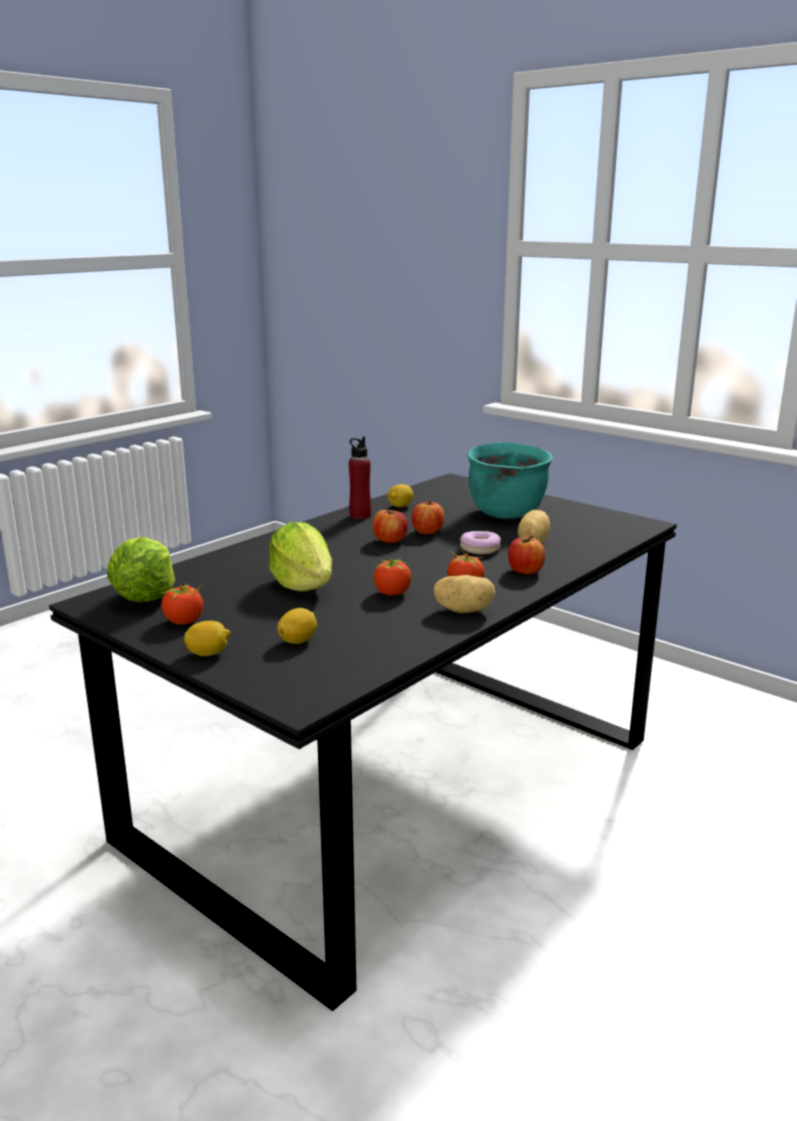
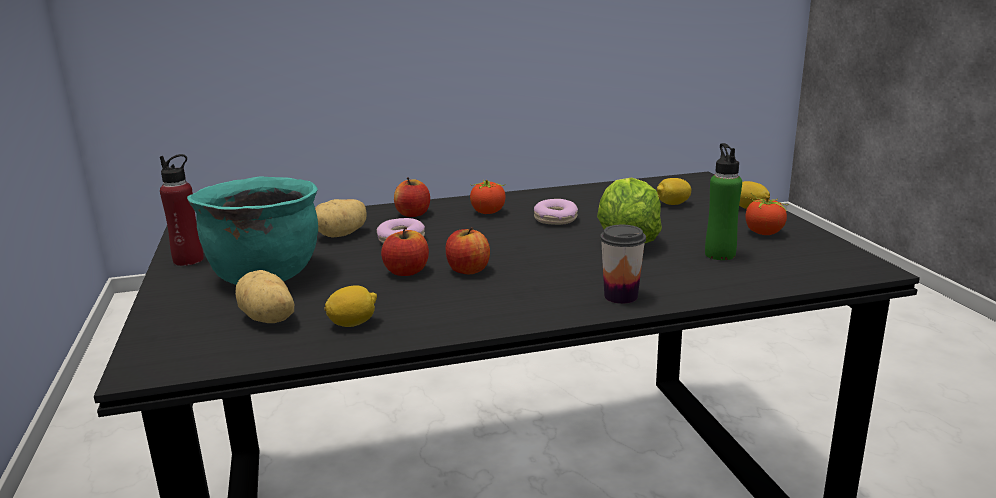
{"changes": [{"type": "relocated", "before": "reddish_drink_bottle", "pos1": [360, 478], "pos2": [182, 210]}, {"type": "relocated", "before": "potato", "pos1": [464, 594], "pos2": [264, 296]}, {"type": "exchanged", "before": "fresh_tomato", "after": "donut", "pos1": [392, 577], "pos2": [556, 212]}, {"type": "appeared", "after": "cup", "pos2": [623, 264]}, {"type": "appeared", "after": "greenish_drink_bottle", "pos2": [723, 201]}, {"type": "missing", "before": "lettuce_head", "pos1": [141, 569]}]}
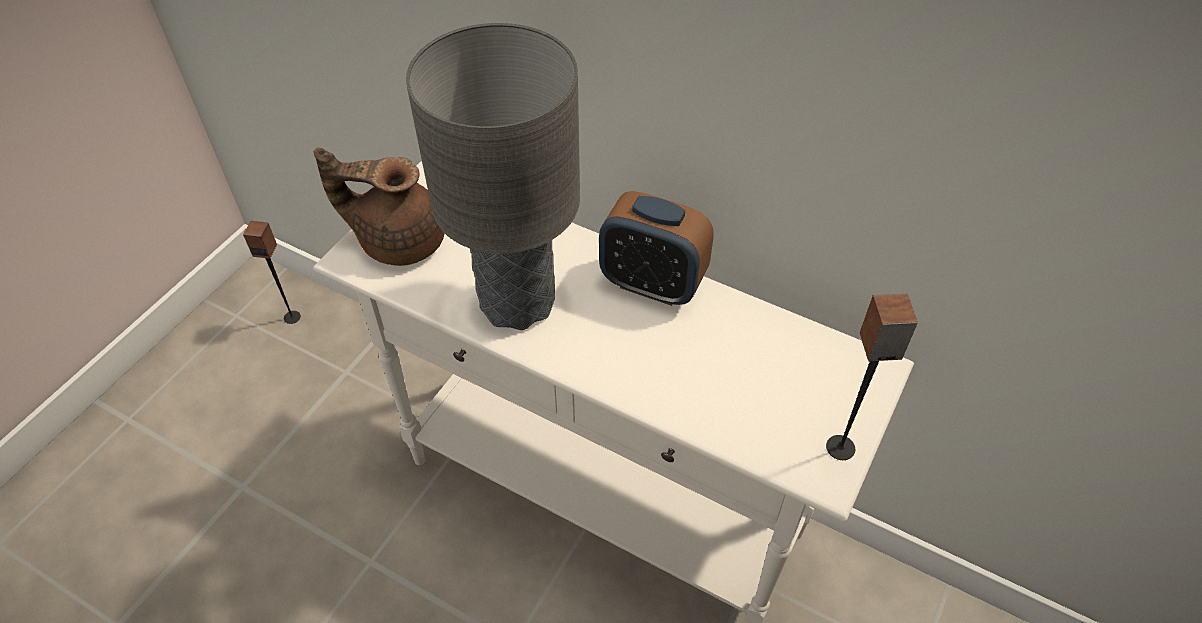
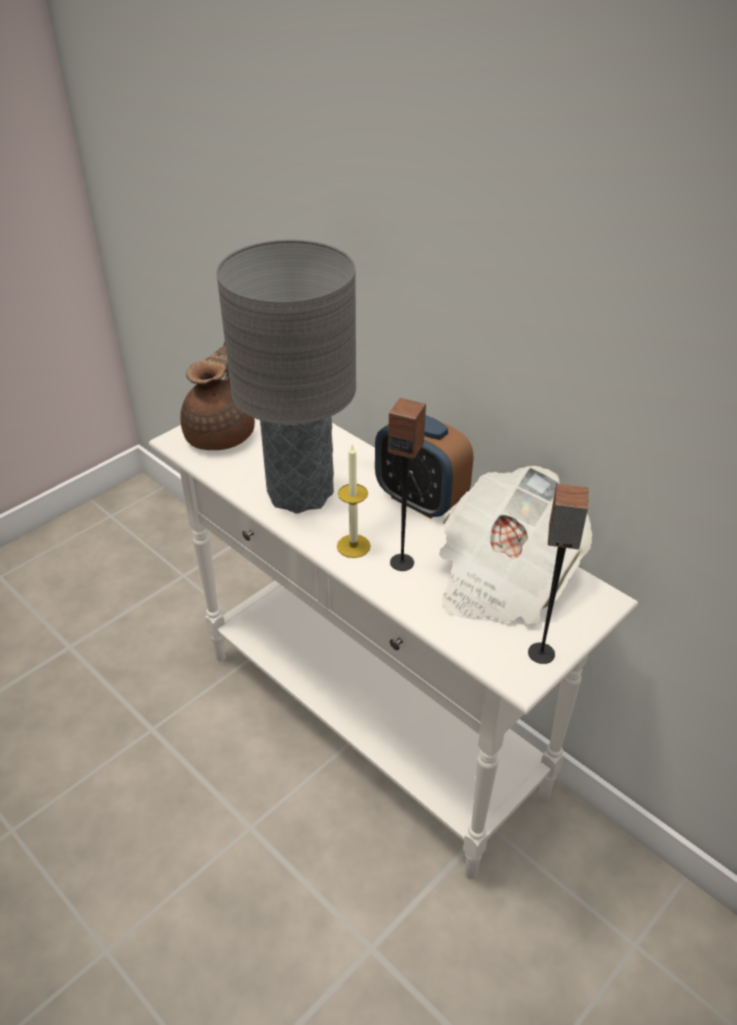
{"changes": [{"type": "spun", "before": "brownish_tea_pot", "pos1": [379, 206], "pos2": [217, 395], "turn": 90}, {"type": "appeared", "after": "wax_candle", "pos2": [354, 501]}, {"type": "relocated", "before": "loudspeaker", "pos1": [272, 272], "pos2": [407, 484]}, {"type": "appeared", "after": "daily_paper", "pos2": [515, 545]}]}
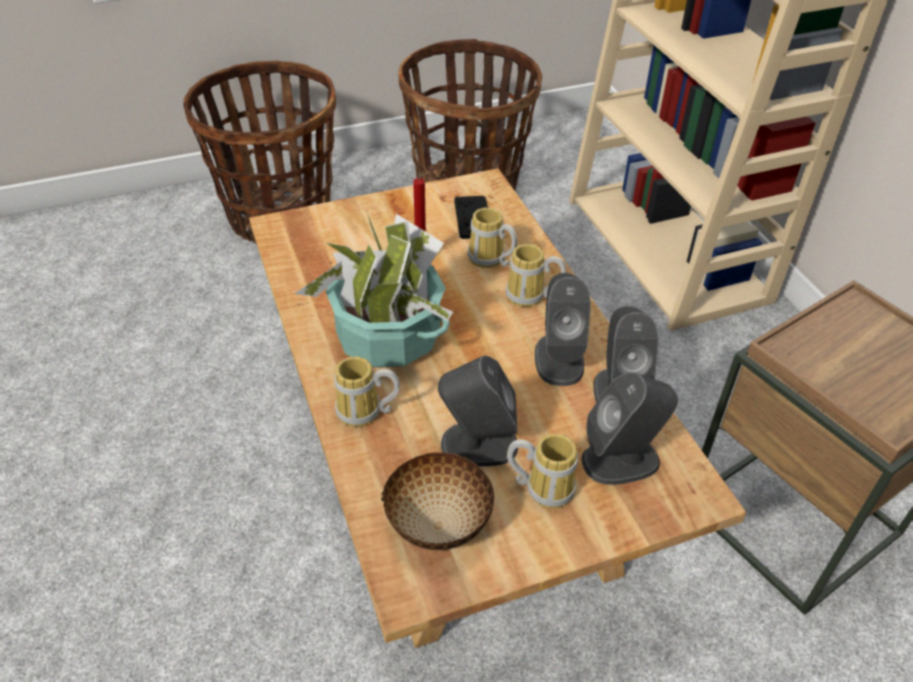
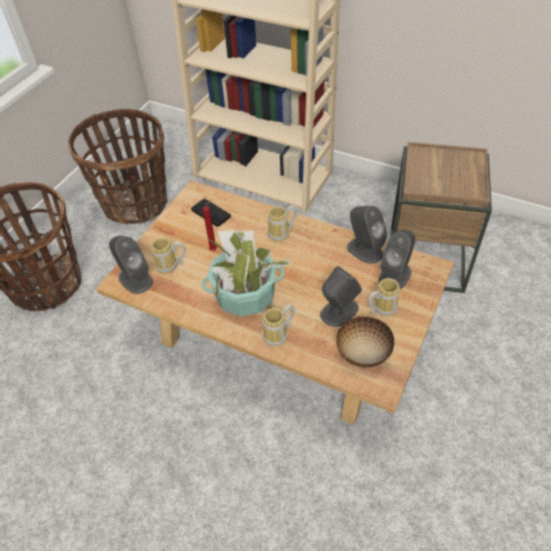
{"changes": [{"type": "relocated", "before": "grey_loudspeaker", "pos1": [563, 329], "pos2": [131, 265]}, {"type": "relocated", "before": "coffee_mug", "pos1": [492, 237], "pos2": [168, 256]}]}
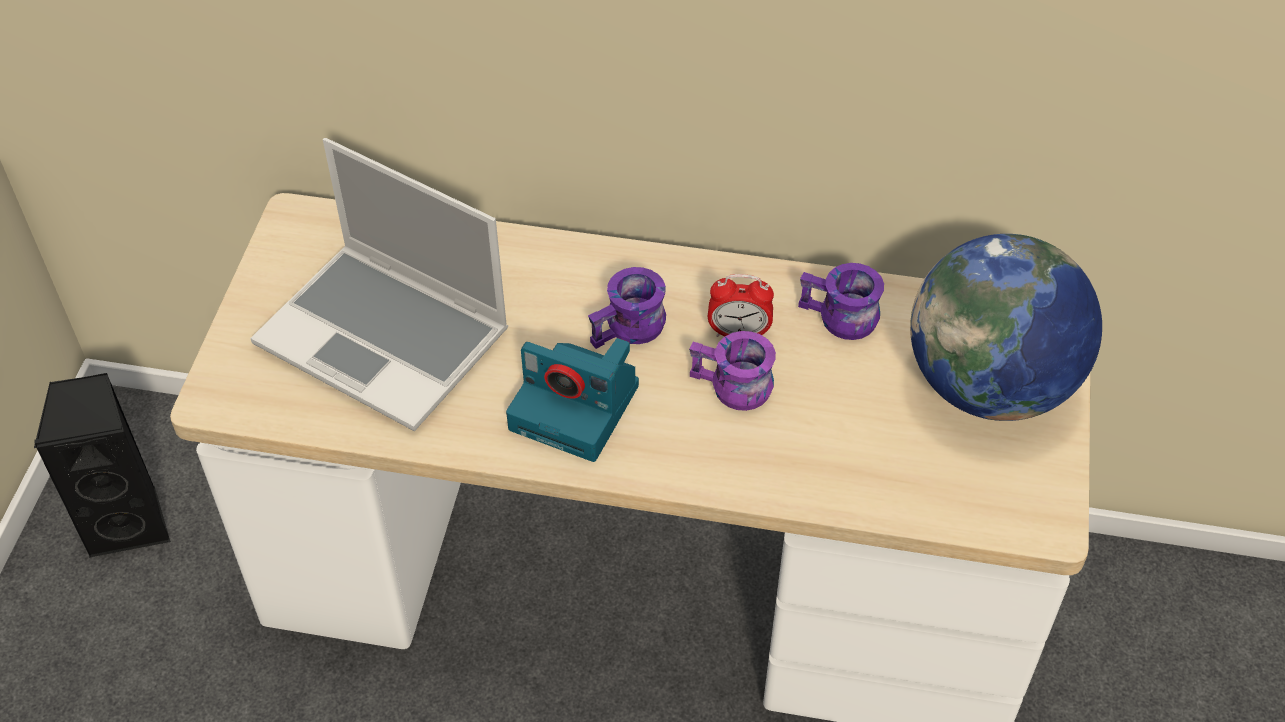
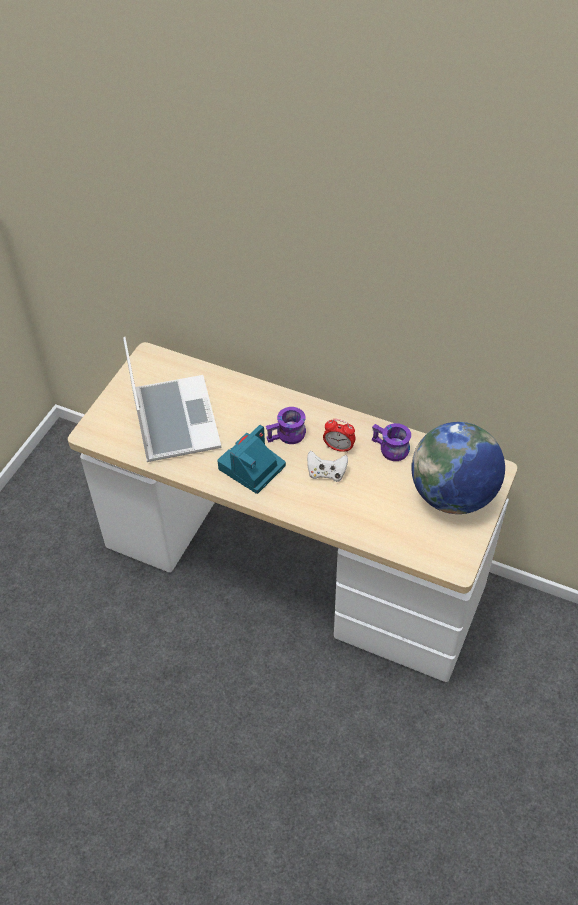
{"changes": [{"type": "spun", "before": "laptop", "pos1": [379, 285], "pos2": [172, 399], "turn": -150}, {"type": "spun", "before": "photo_camera", "pos1": [572, 400], "pos2": [251, 459], "turn": 90}, {"type": "exchanged", "before": "purple_coffee_mug", "after": "white-coloured_gamepad", "pos1": [732, 371], "pos2": [327, 466]}, {"type": "missing", "before": "blackish_loudspeaker", "pos1": [102, 465]}]}
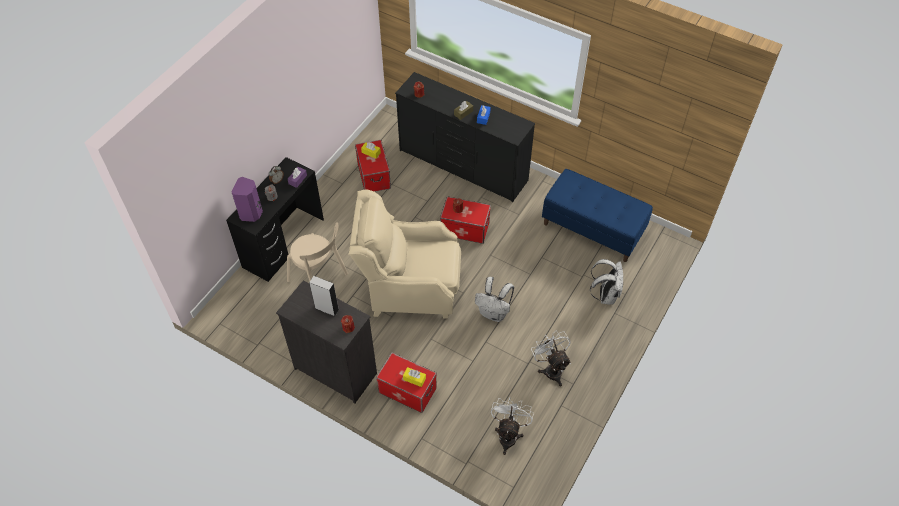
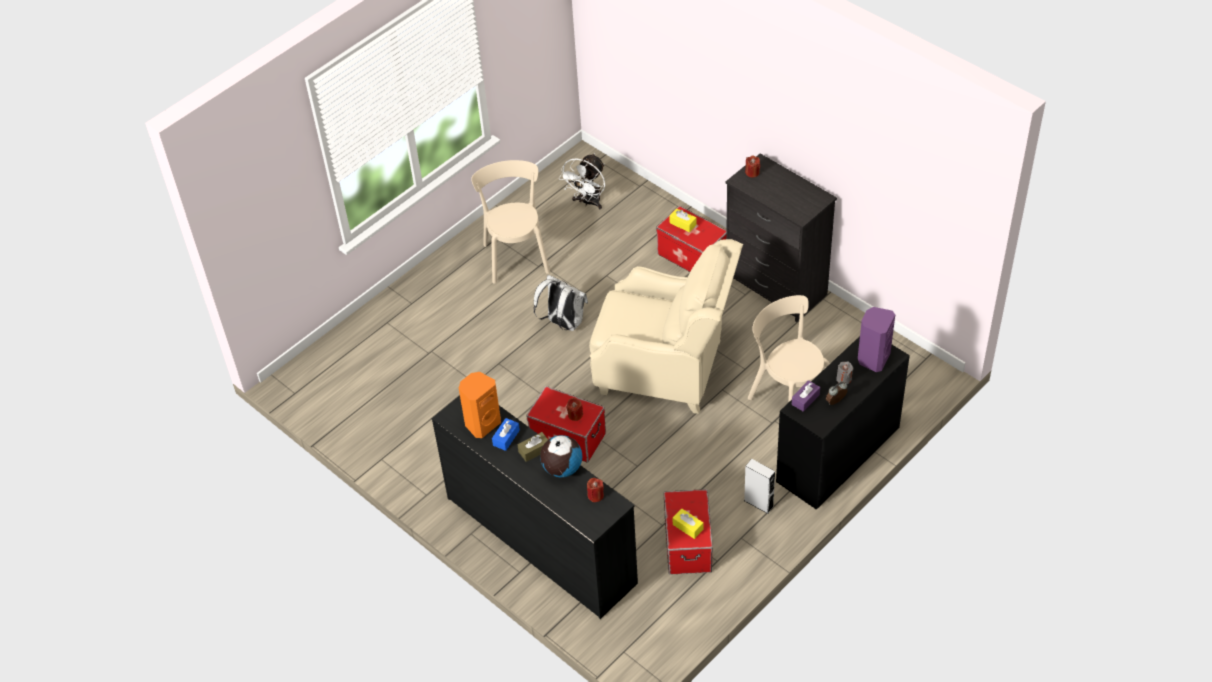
{"changes": [{"type": "appeared", "after": "orangey_loudspeaker", "pos2": [480, 405]}, {"type": "exchanged", "before": "white-coloured_electric_fan", "after": "sand-coloured_chair", "pos1": [551, 358], "pos2": [510, 222]}, {"type": "appeared", "after": "globe", "pos2": [561, 456]}, {"type": "relocated", "before": "grey_loudspeaker", "pos1": [324, 296], "pos2": [759, 486]}, {"type": "missing", "before": "blue_indoor_bench", "pos1": [597, 215]}, {"type": "missing", "before": "white-coloured_rucksack", "pos1": [606, 281]}]}
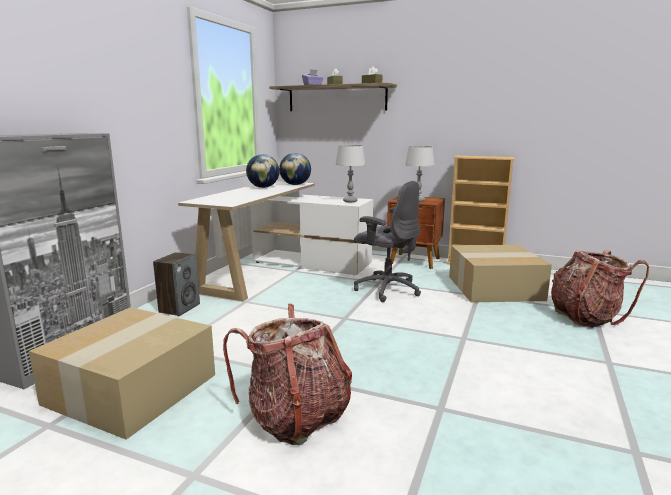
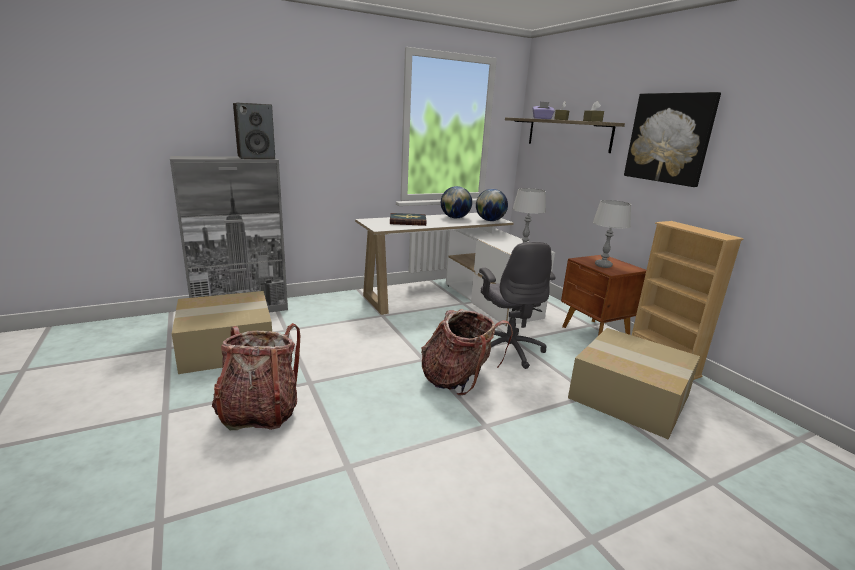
{"changes": [{"type": "relocated", "before": "loudspeaker", "pos1": [176, 284], "pos2": [254, 131]}, {"type": "appeared", "after": "bound_book", "pos2": [408, 219]}, {"type": "relocated", "before": "rucksack", "pos1": [600, 289], "pos2": [467, 352]}, {"type": "appeared", "after": "wall_art", "pos2": [672, 139]}]}
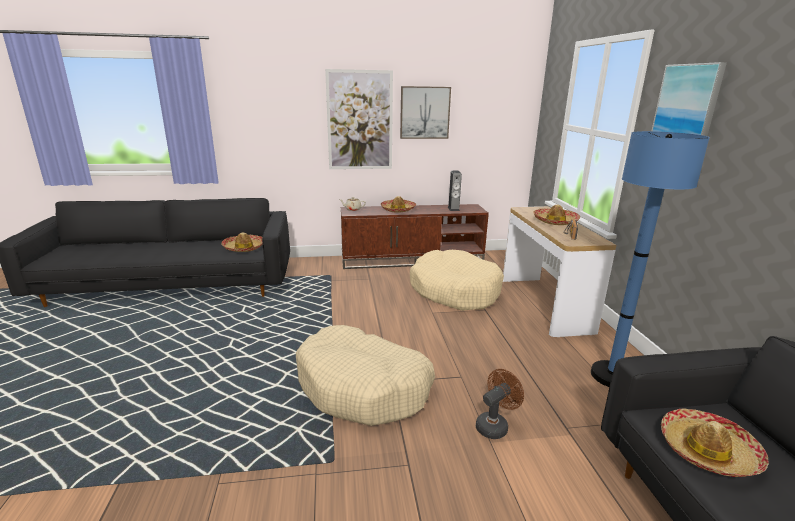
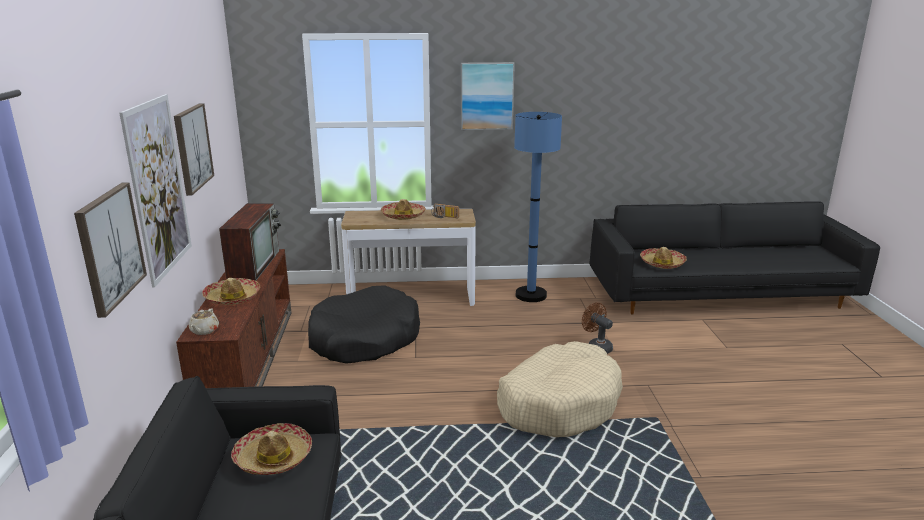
{"changes": [{"type": "appeared", "after": "wall_art", "pos2": [110, 250]}, {"type": "exchanged", "before": "loudspeaker", "after": "TV_set", "pos1": [455, 191], "pos2": [250, 242]}, {"type": "colour", "before": "sand-coloured_dog_bed", "after": "blackish_dog_bed", "pos1": [457, 280], "pos2": [364, 324]}]}
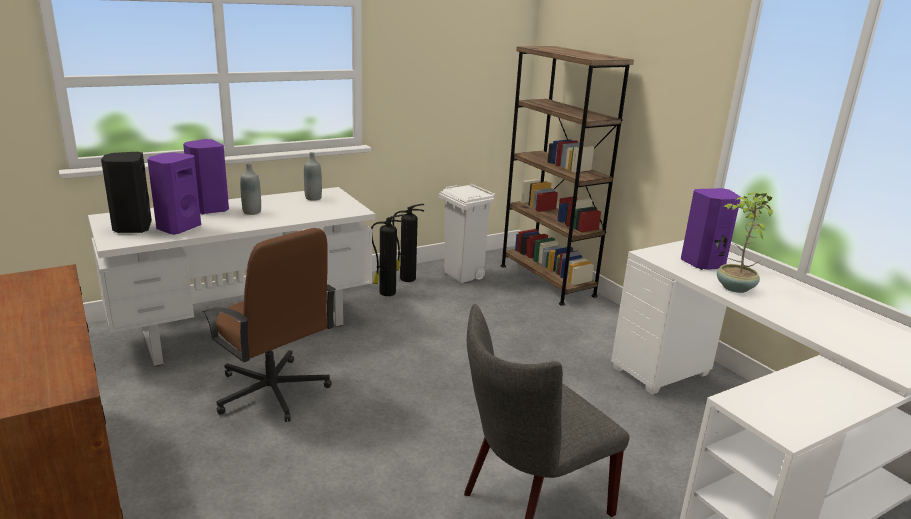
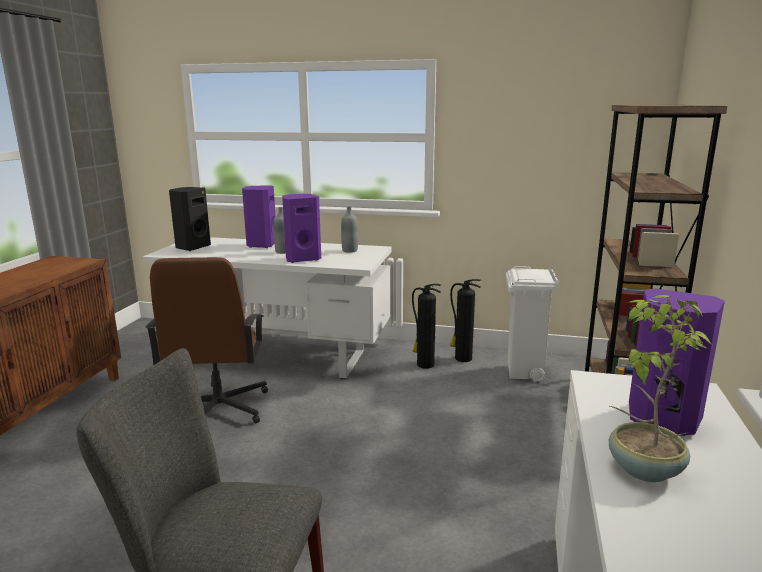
{"changes": [{"type": "relocated", "before": "purple_loudspeaker", "pos1": [174, 193], "pos2": [301, 228]}]}
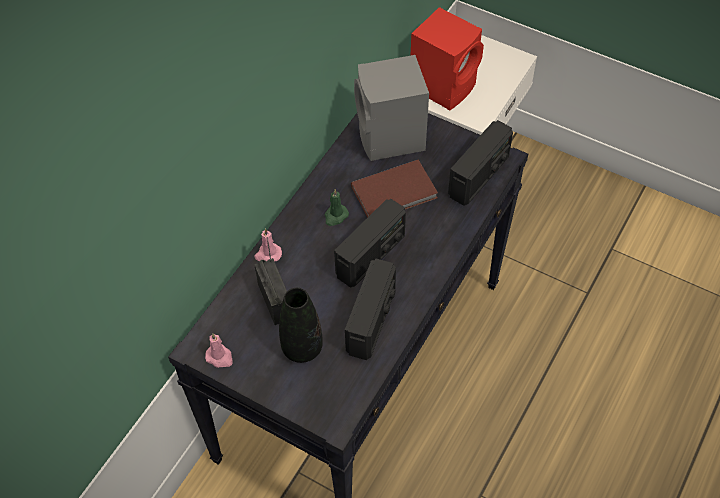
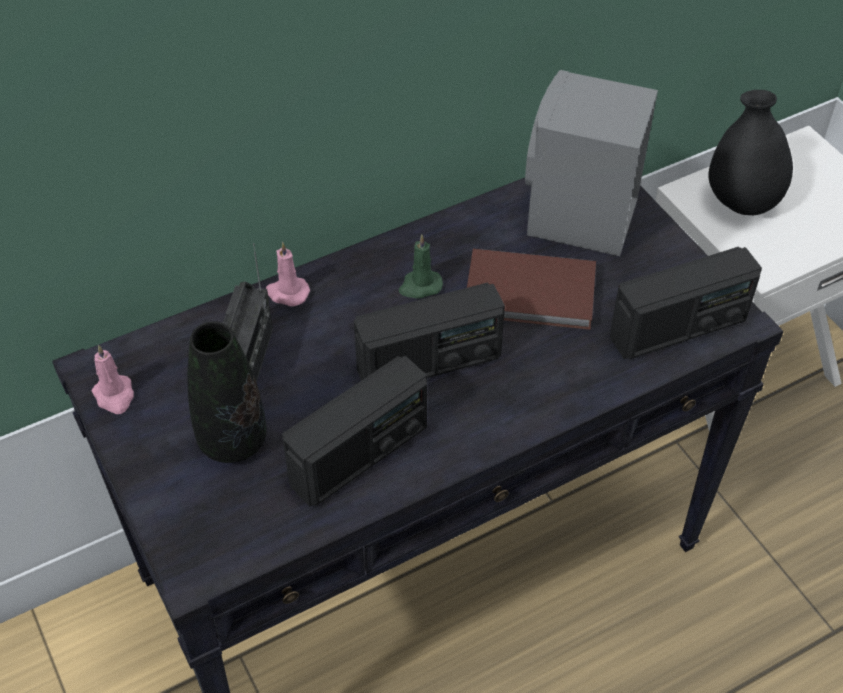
{"changes": [{"type": "exchanged", "before": "reddish_loudspeaker", "after": "blackish_flower_vase", "pos1": [447, 58], "pos2": [751, 152]}]}
